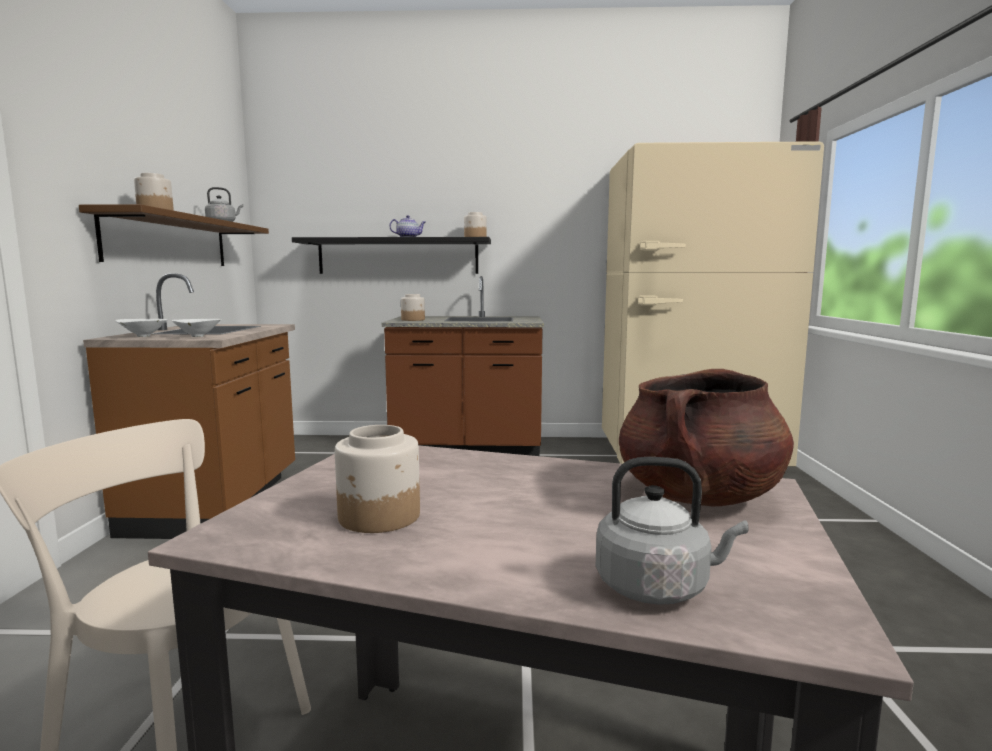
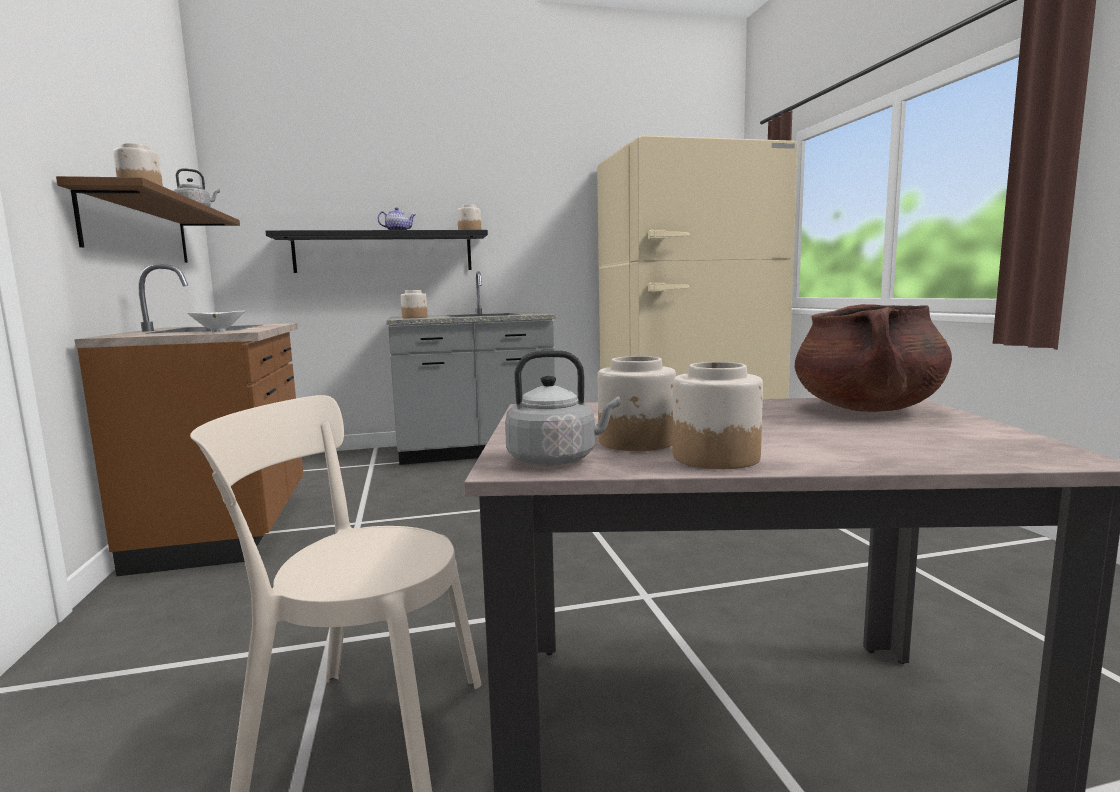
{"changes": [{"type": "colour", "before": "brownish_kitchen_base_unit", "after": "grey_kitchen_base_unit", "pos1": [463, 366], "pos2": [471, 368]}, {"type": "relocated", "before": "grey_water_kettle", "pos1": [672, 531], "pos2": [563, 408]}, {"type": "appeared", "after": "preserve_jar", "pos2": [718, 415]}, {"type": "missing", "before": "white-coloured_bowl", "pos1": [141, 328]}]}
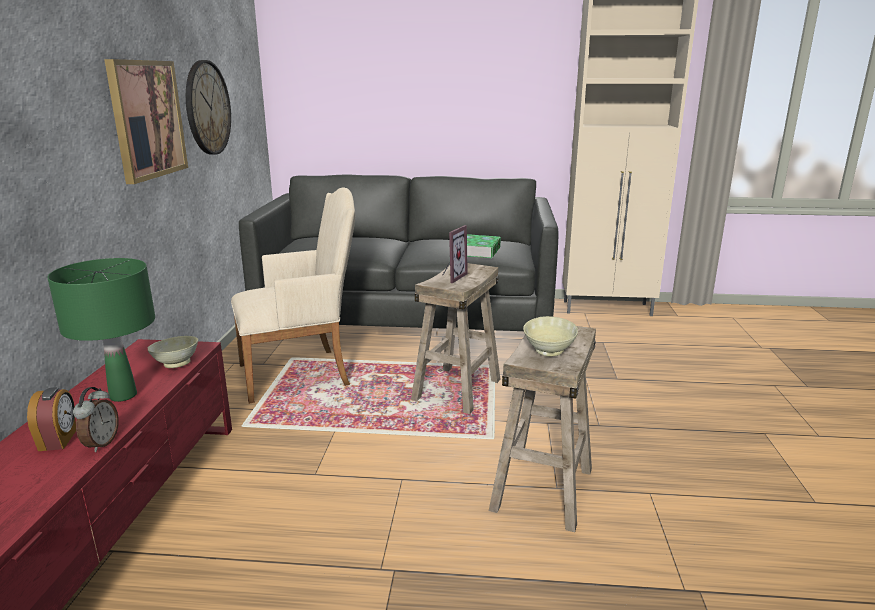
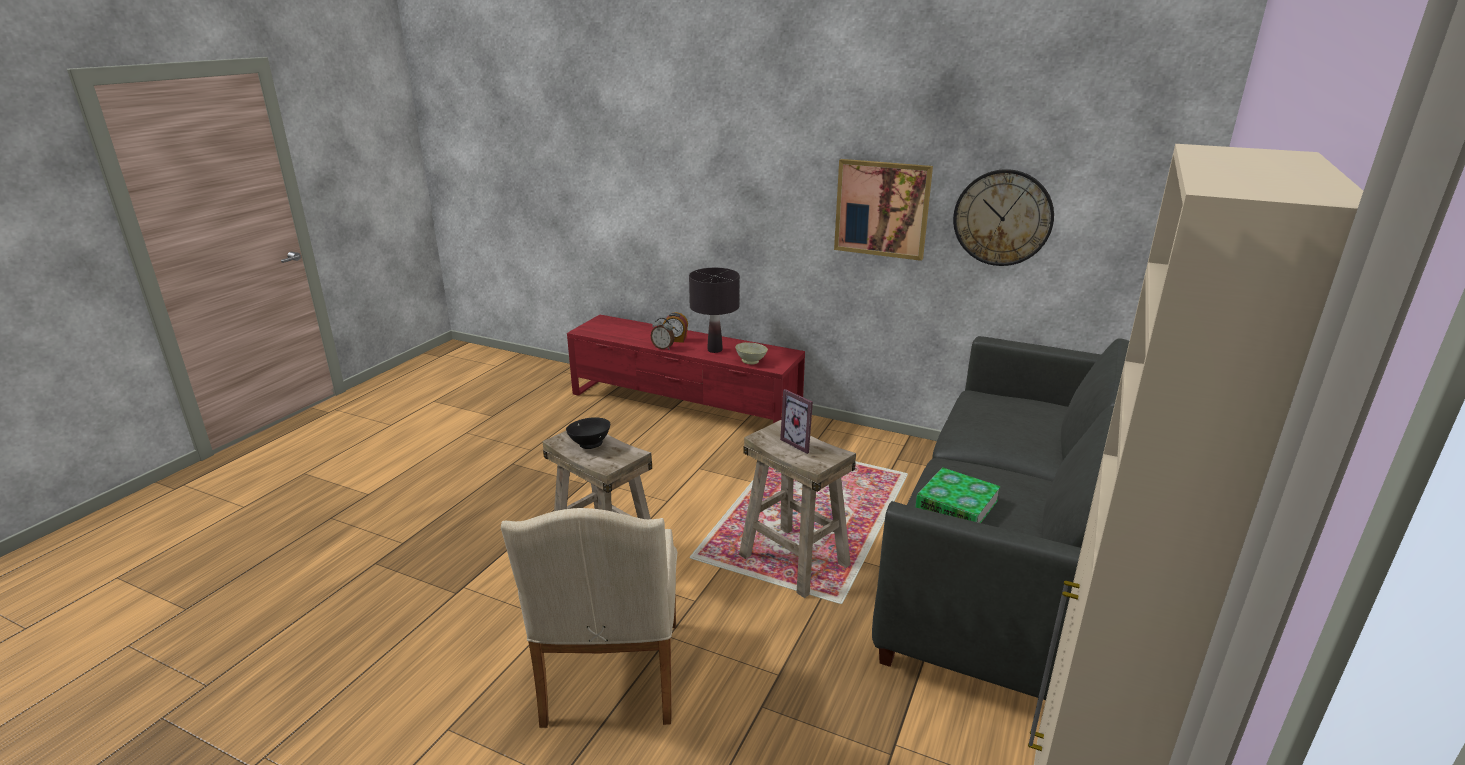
{"changes": [{"type": "relocated", "before": "sand-coloured_easy_chair", "pos1": [293, 295], "pos2": [589, 618]}, {"type": "colour", "before": "sand-coloured_bowl", "after": "blackish_bowl", "pos1": [550, 336], "pos2": [588, 433]}, {"type": "colour", "before": "greenish_lamp_for_a_table", "after": "blackish_lamp_for_a_table", "pos1": [101, 330], "pos2": [714, 310]}]}
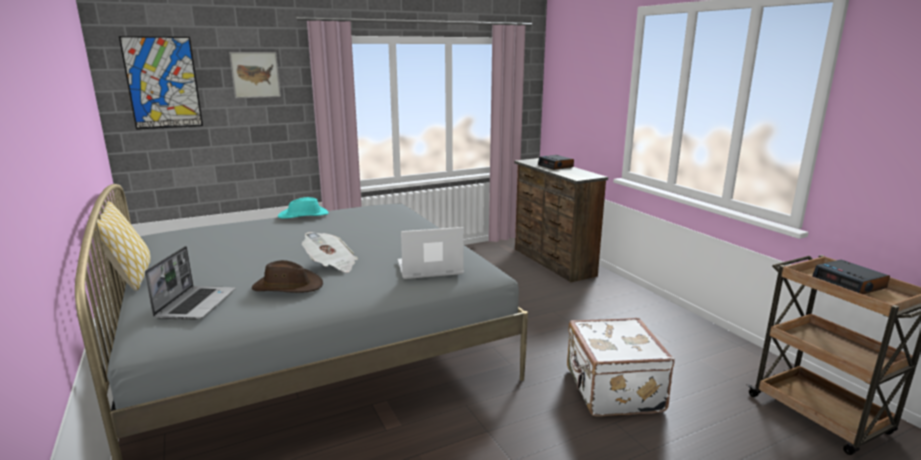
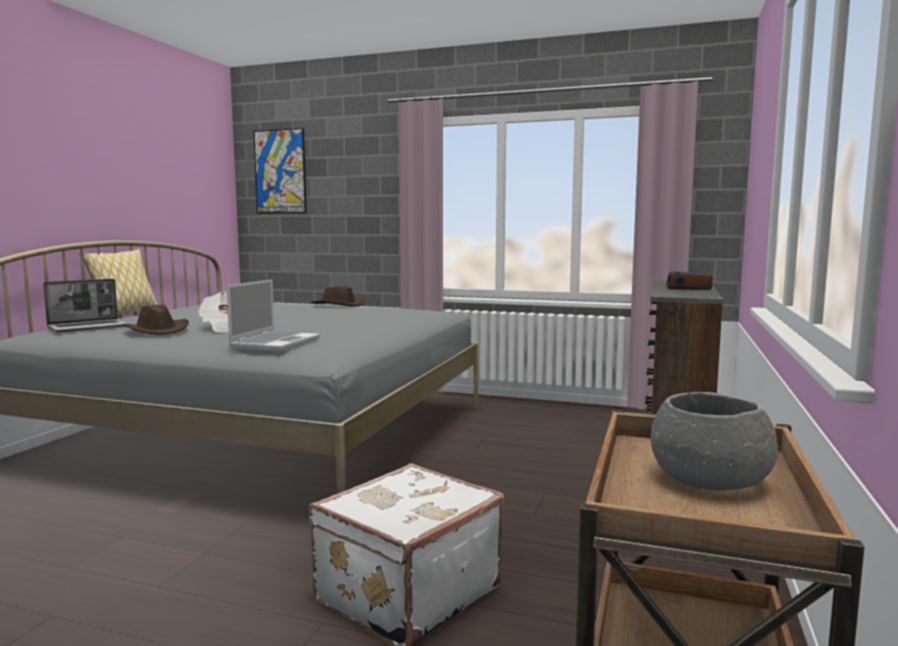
{"changes": [{"type": "spun", "before": "laptop", "pos1": [431, 253], "pos2": [273, 315], "turn": 75}, {"type": "colour", "before": "turquoise_hat", "after": "brownish_hat", "pos1": [303, 208], "pos2": [337, 296]}, {"type": "exchanged", "before": "table_clock", "after": "grey_bowl", "pos1": [851, 277], "pos2": [714, 441]}, {"type": "missing", "before": "wall_art", "pos1": [255, 75]}]}
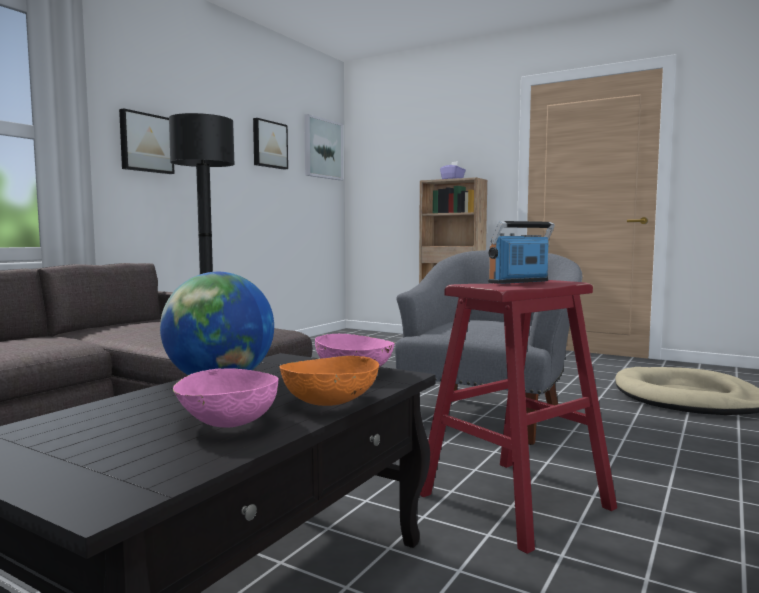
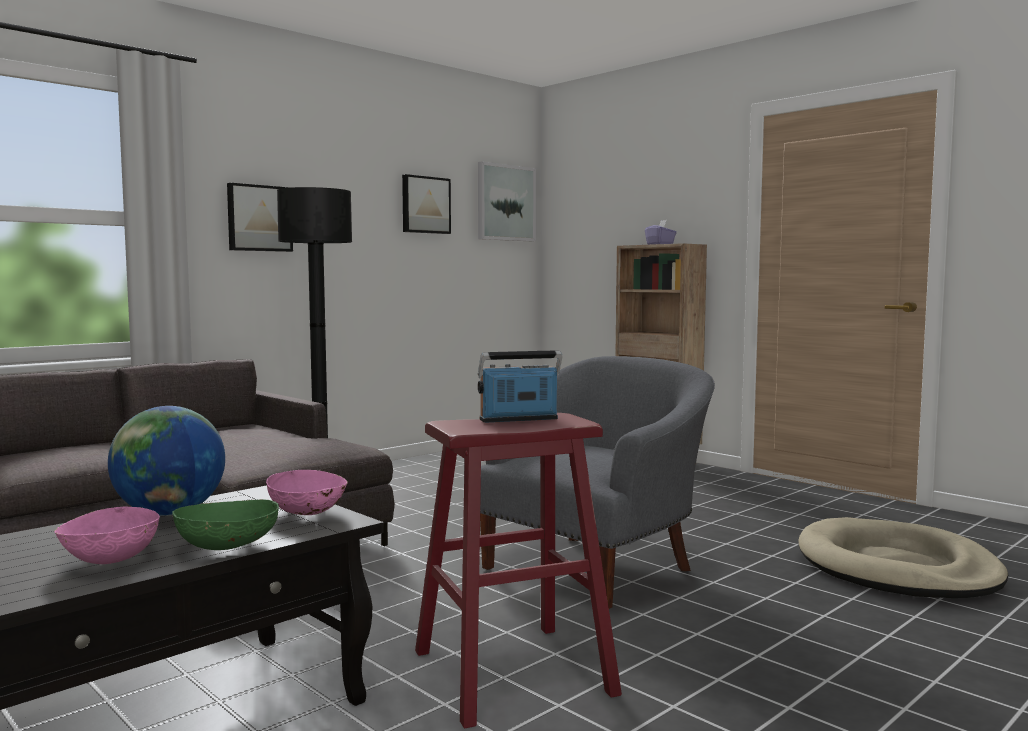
{"changes": [{"type": "colour", "before": "orangey_bowl", "after": "greenish_bowl", "pos1": [329, 381], "pos2": [225, 524]}]}
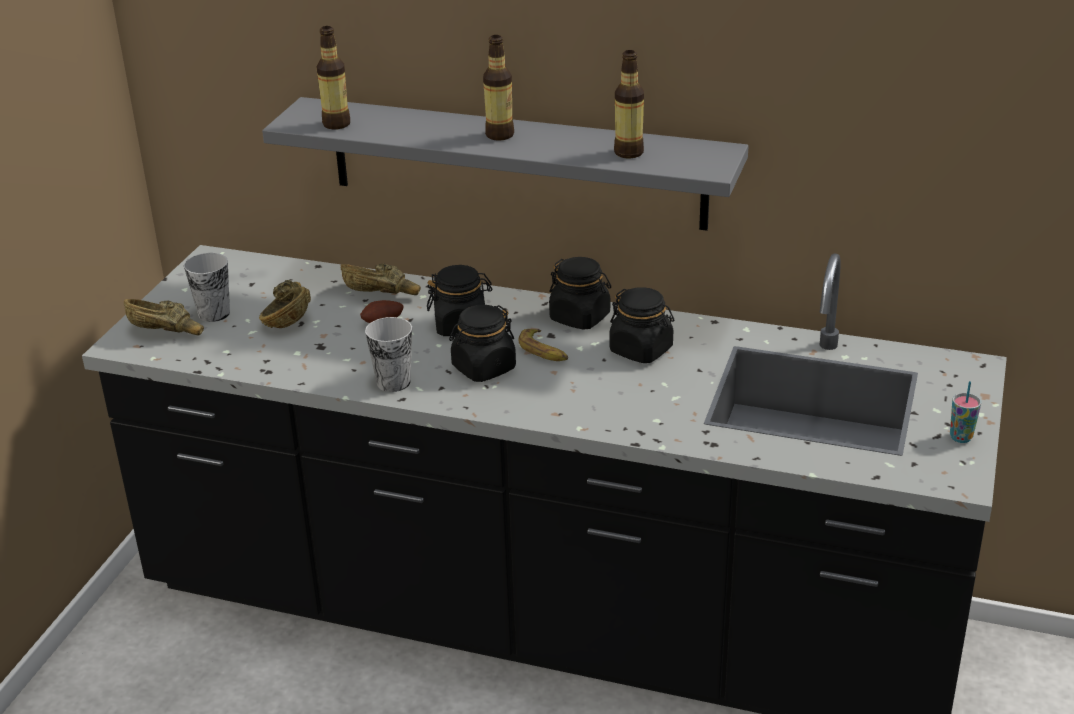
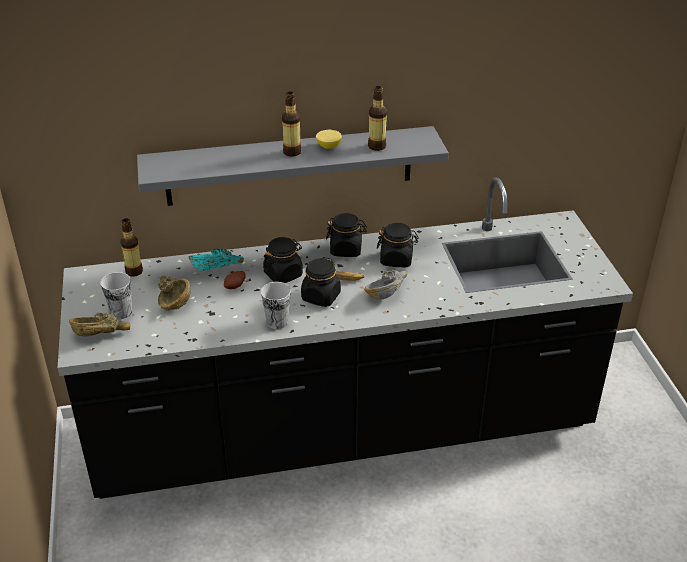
{"changes": [{"type": "relocated", "before": "drink_bottle", "pos1": [333, 77], "pos2": [131, 248]}, {"type": "colour", "before": "brownish_bowl", "after": "turquoise_bowl", "pos1": [381, 279], "pos2": [216, 259]}, {"type": "appeared", "after": "whole_lemon", "pos2": [329, 139]}, {"type": "appeared", "after": "grey_bowl", "pos2": [385, 285]}, {"type": "missing", "before": "cup", "pos1": [965, 412]}]}
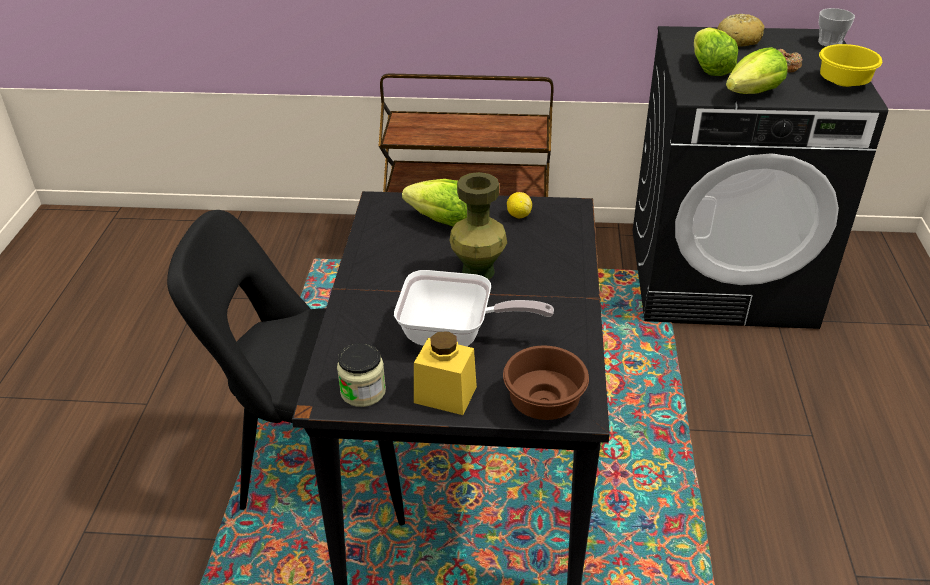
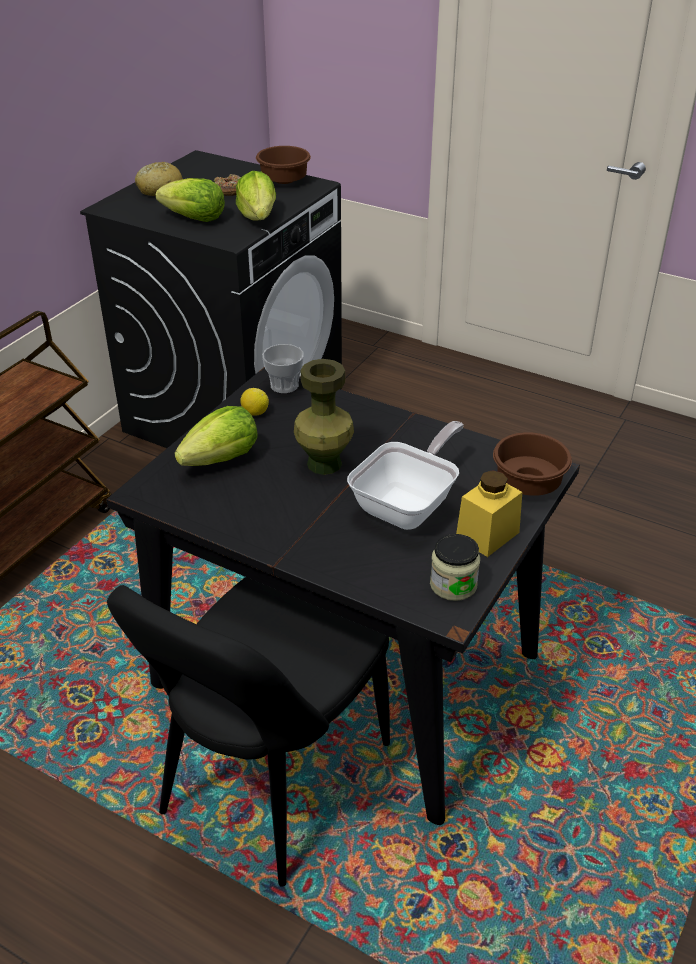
{"changes": [{"type": "colour", "before": "yellow_bowl", "after": "brownish_bowl", "pos1": [850, 65], "pos2": [283, 165]}, {"type": "relocated", "before": "cup", "pos1": [836, 27], "pos2": [283, 368]}]}
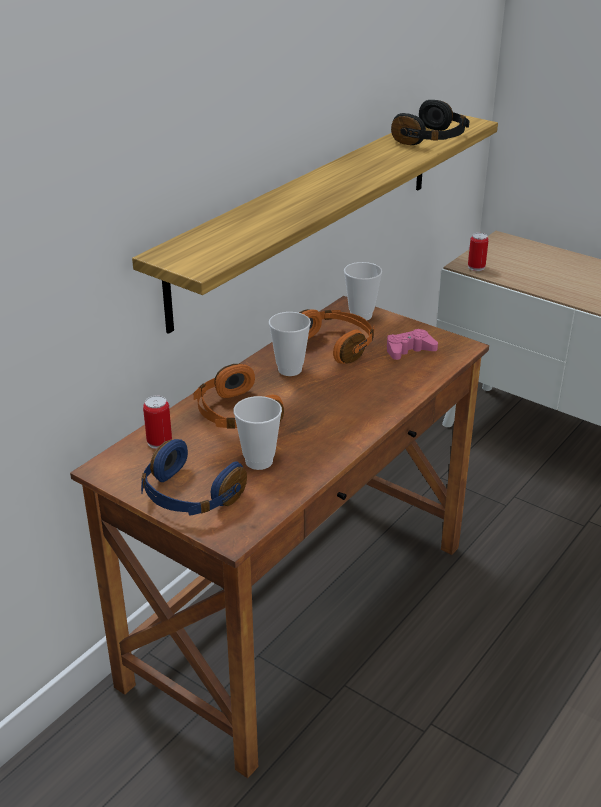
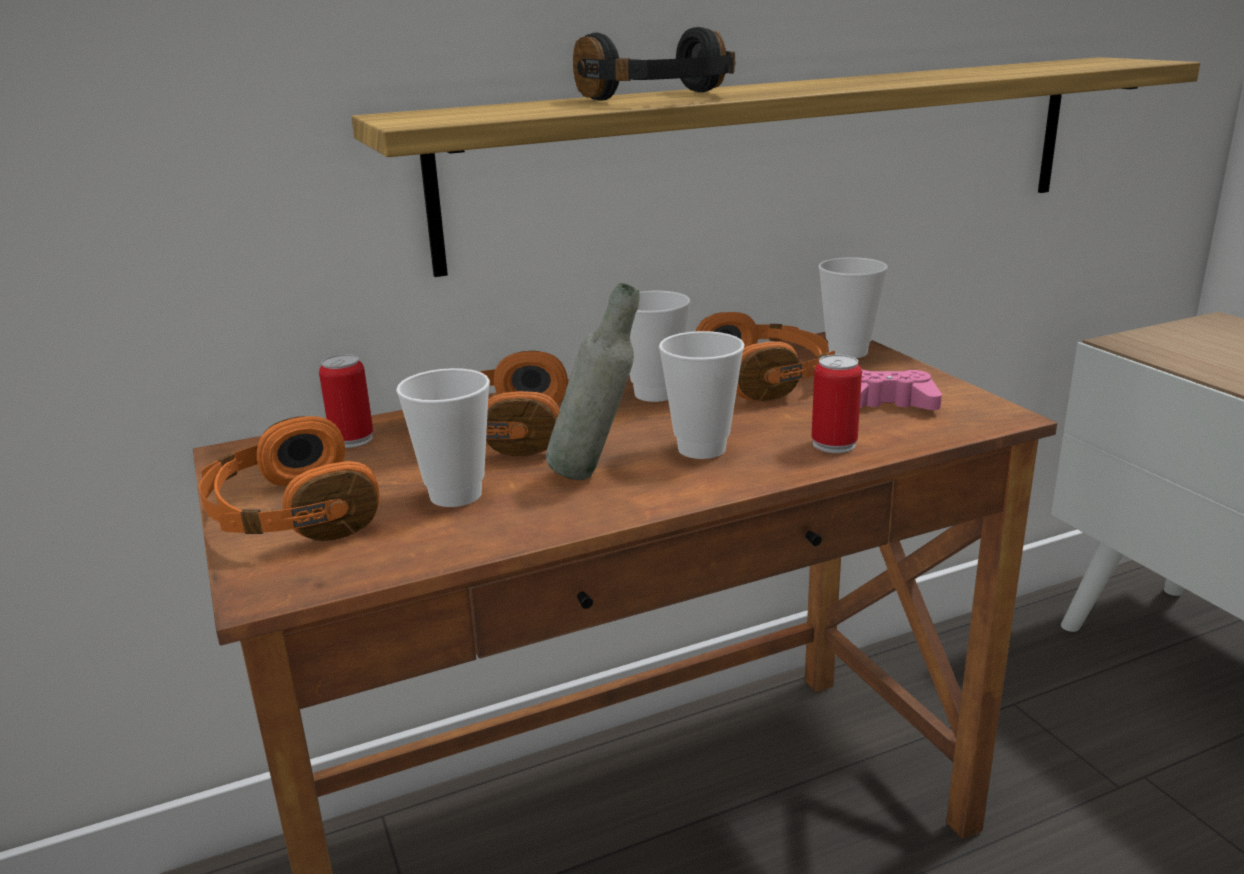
{"changes": [{"type": "colour", "before": "blue_headphones", "after": "orangey_headphones", "pos1": [194, 477], "pos2": [289, 478]}, {"type": "appeared", "after": "grey_drink_bottle", "pos2": [592, 381]}, {"type": "relocated", "before": "blackish_headphones", "pos1": [430, 122], "pos2": [654, 63]}, {"type": "appeared", "after": "cup", "pos2": [701, 395]}, {"type": "relocated", "before": "sealed_can", "pos1": [478, 252], "pos2": [837, 404]}]}
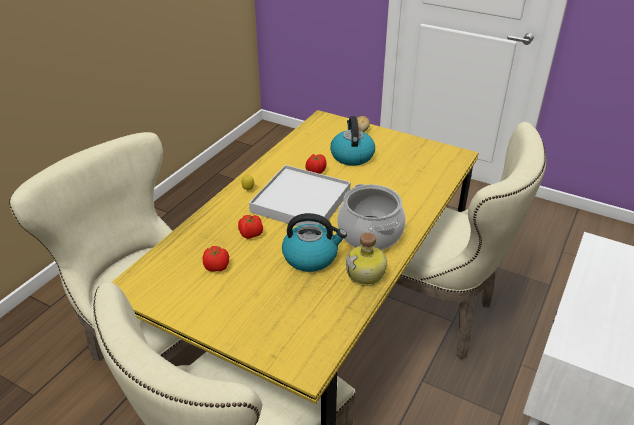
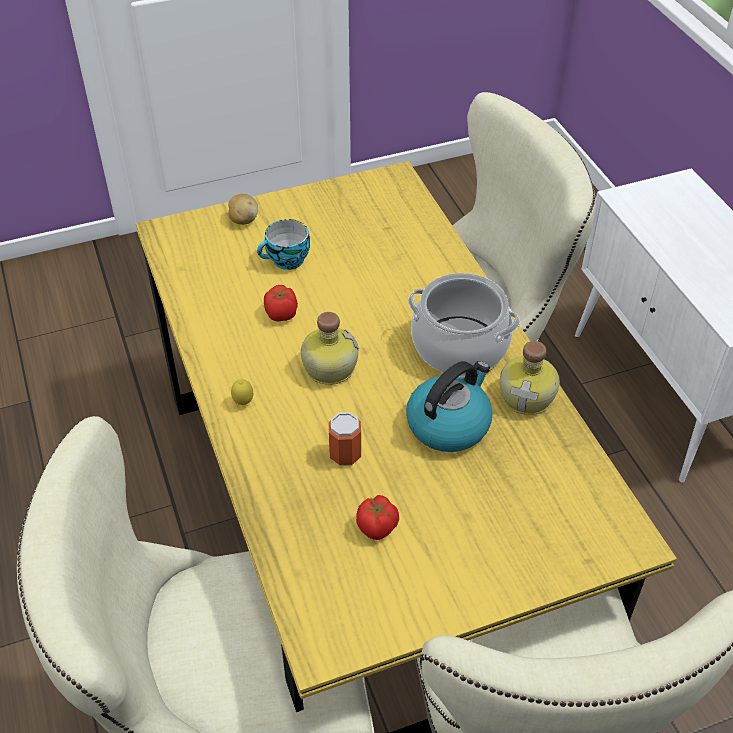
{"changes": [{"type": "exchanged", "before": "water_kettle", "after": "cup", "pos1": [352, 141], "pos2": [283, 244]}, {"type": "exchanged", "before": "white-coloured_serving_tray", "after": "drink_bottle", "pos1": [300, 196], "pos2": [330, 348]}, {"type": "exchanged", "before": "fresh_tomato", "after": "sealed_can", "pos1": [250, 226], "pos2": [345, 439]}]}
